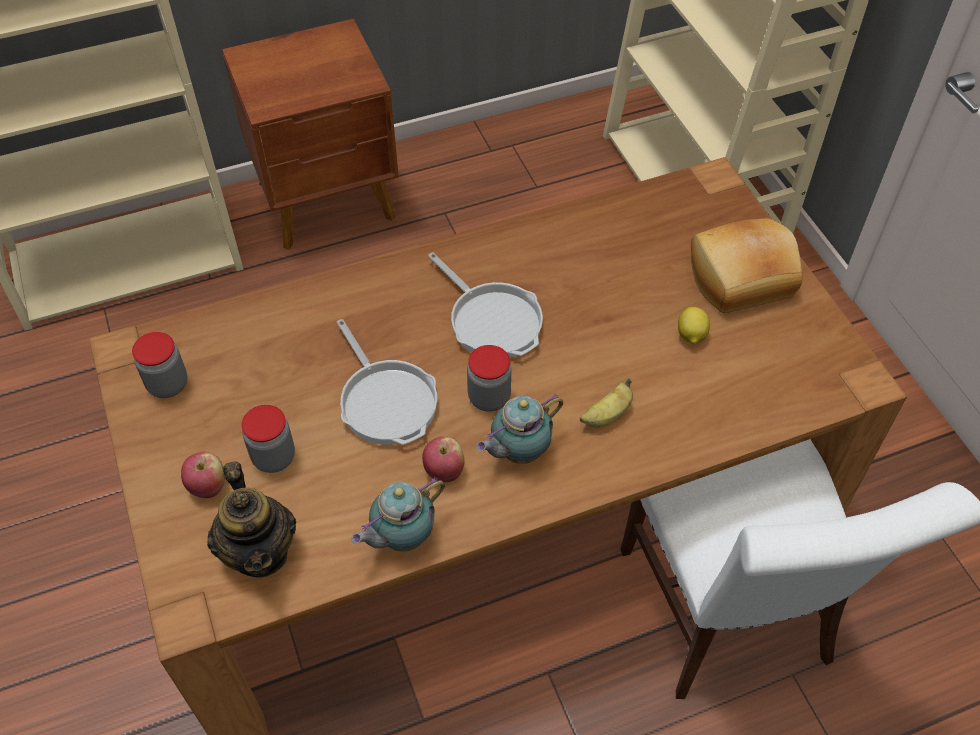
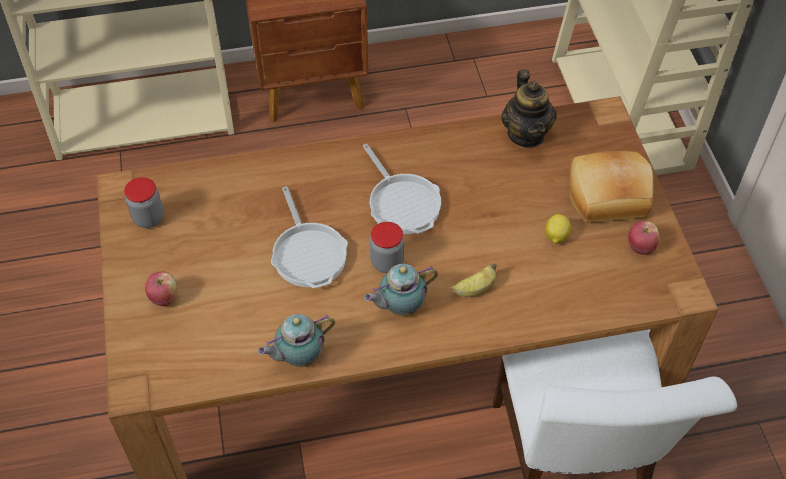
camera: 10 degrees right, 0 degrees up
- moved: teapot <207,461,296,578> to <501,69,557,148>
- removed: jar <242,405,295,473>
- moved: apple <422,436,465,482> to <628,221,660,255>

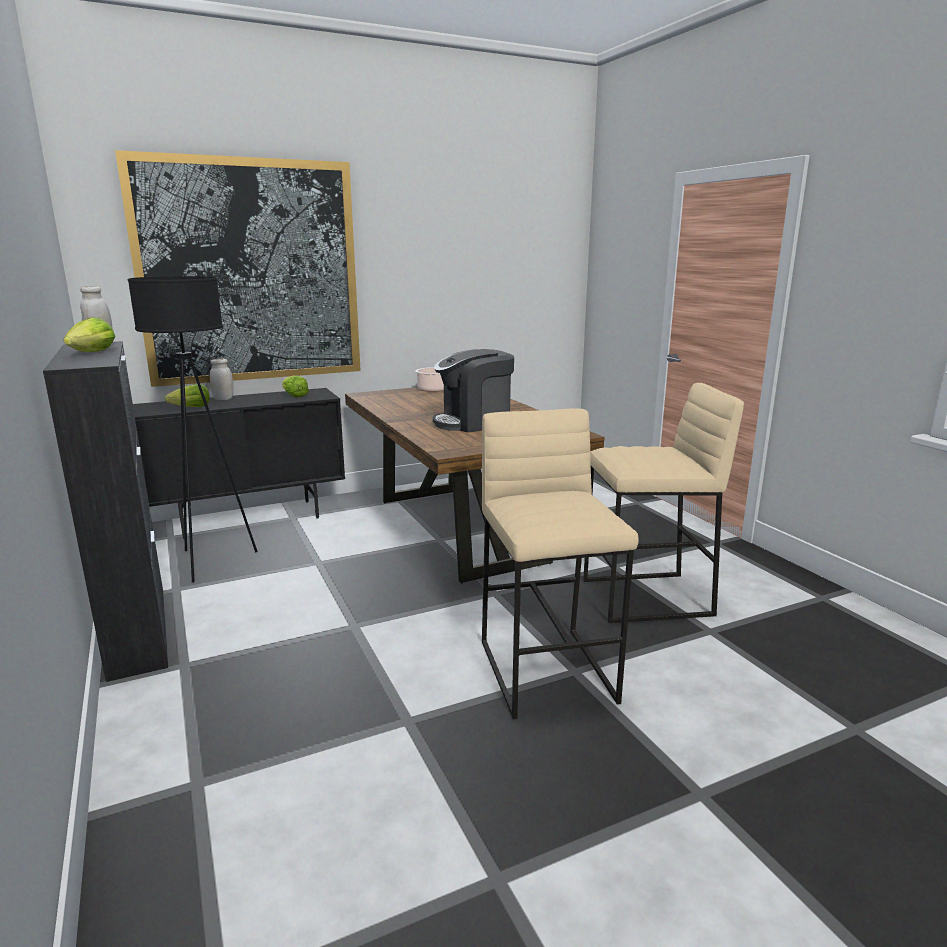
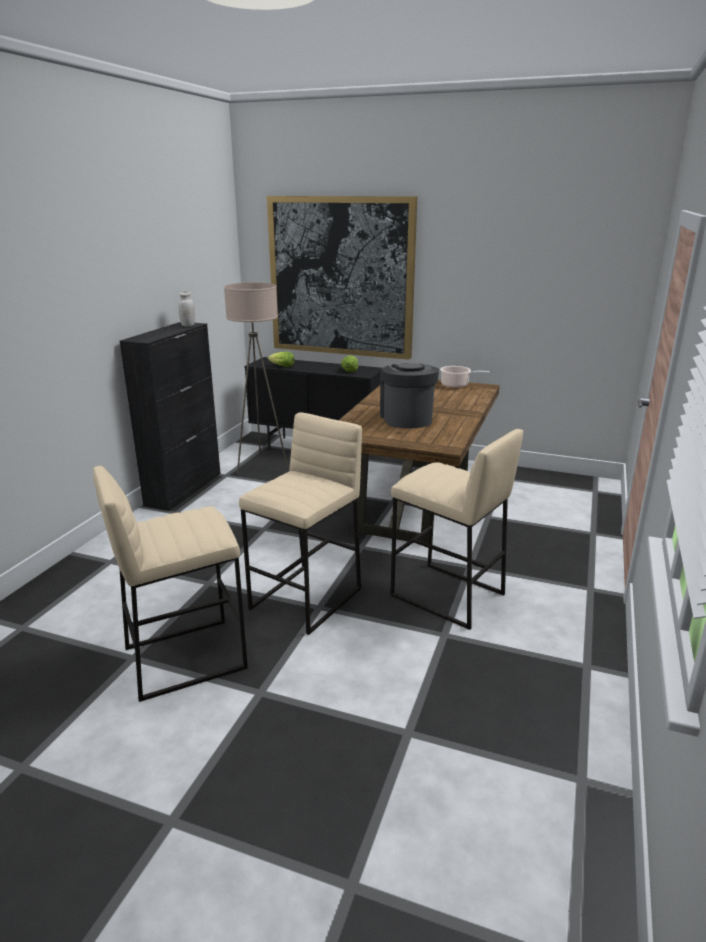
camera: 45 degrees right, 5 degrees up
- removed: lettuce <63,317,115,352>
- recoloured: floor lamp (black) <128,276,258,583> to floor lamp (beige) <224,283,289,475>
- removed: jar (white) <210,359,234,400>
- turned: coffee machine <433,349,514,432> = <380,363,439,428> 60 degrees clockwise
- added: stool (beige) <93,466,248,702>

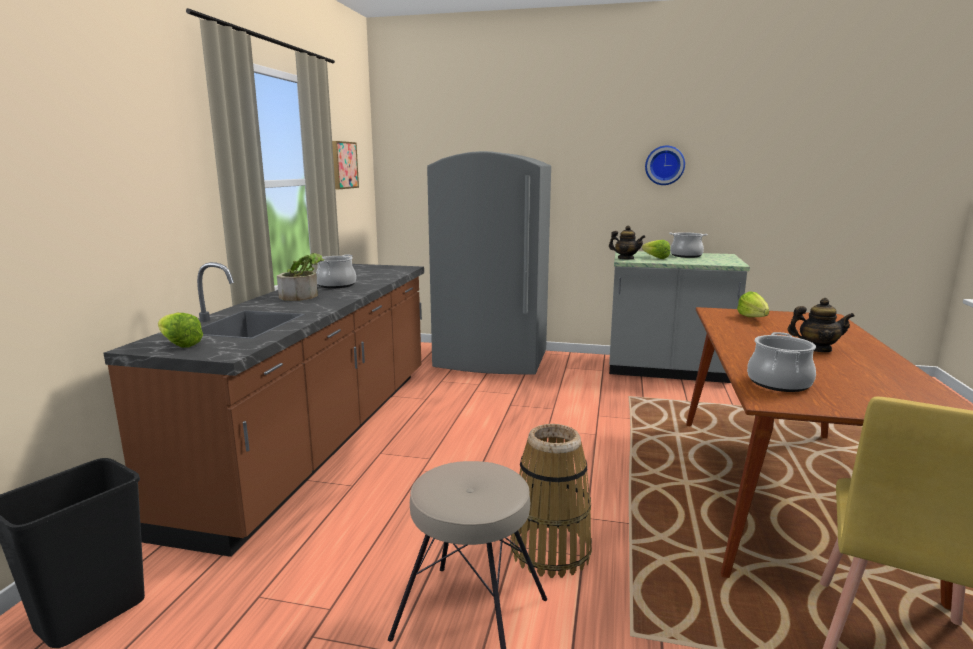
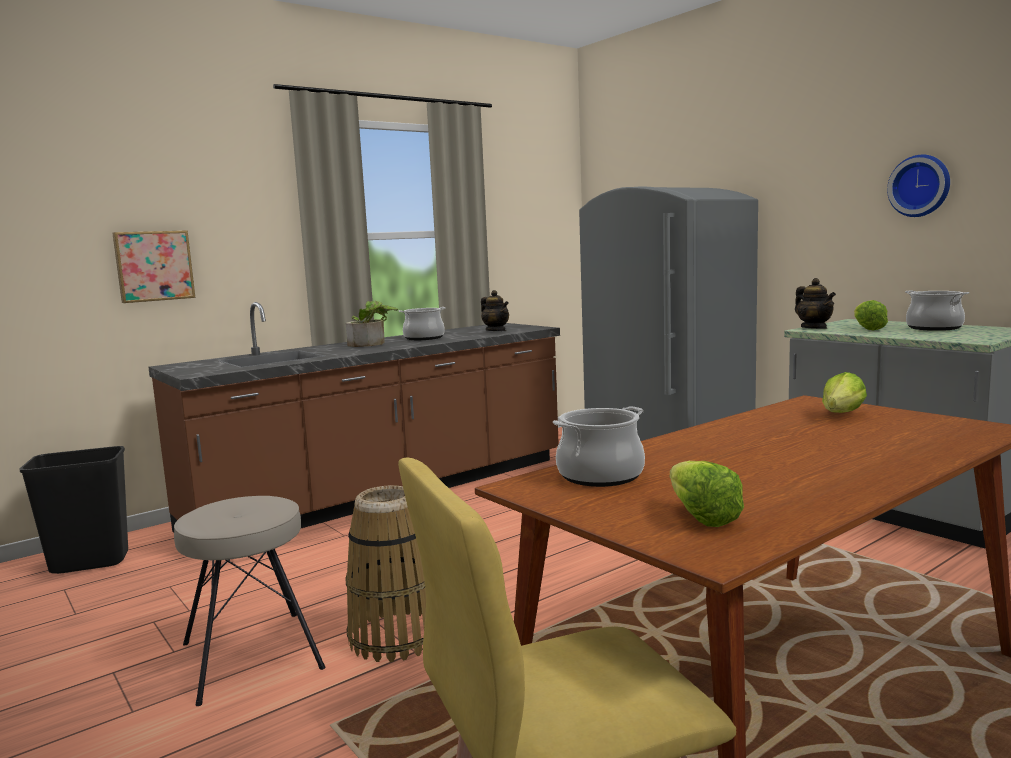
camera: 40 degrees right, 5 degrees down
- moved: lettuce <158,313,203,348> to <670,461,744,527>
- moved: picture <332,141,359,189> to <112,230,195,303>
- moved: teapot <787,298,855,352> to <481,290,509,331>

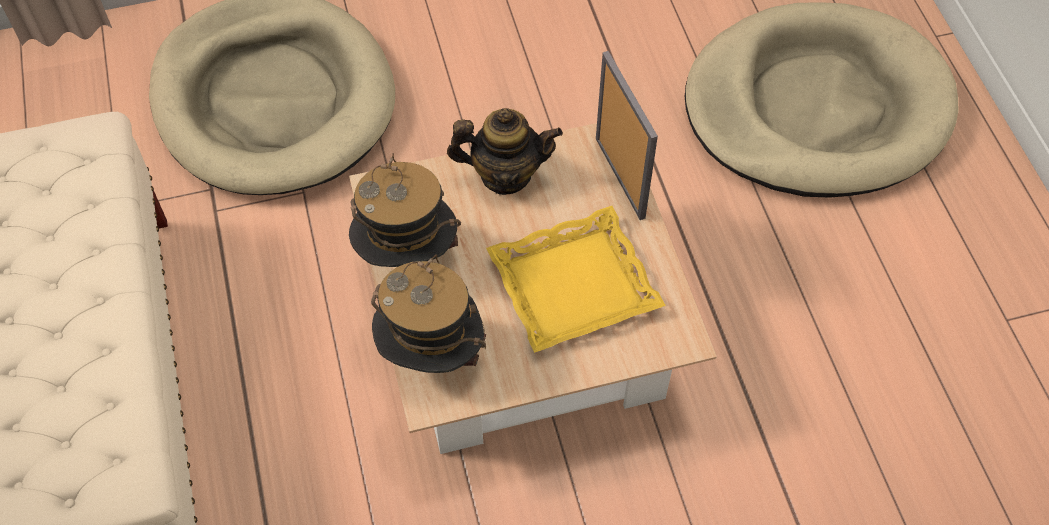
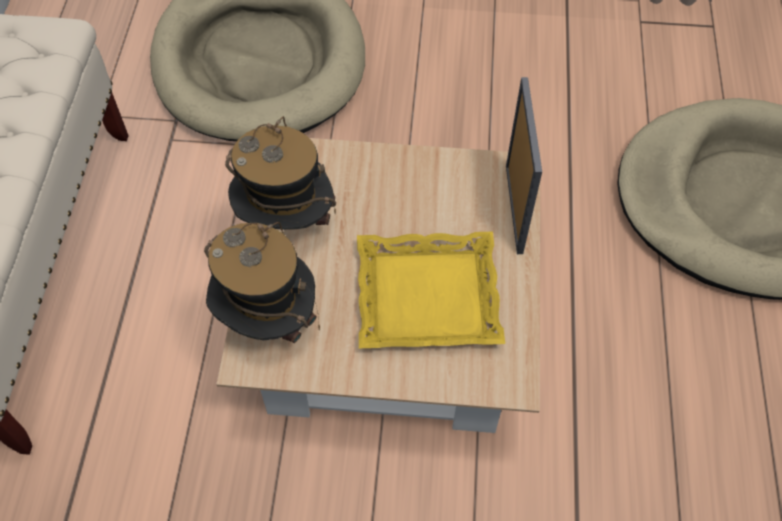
camera: 20 degrees right, 0 degrees up
- removed: teapot <447,108,563,195>

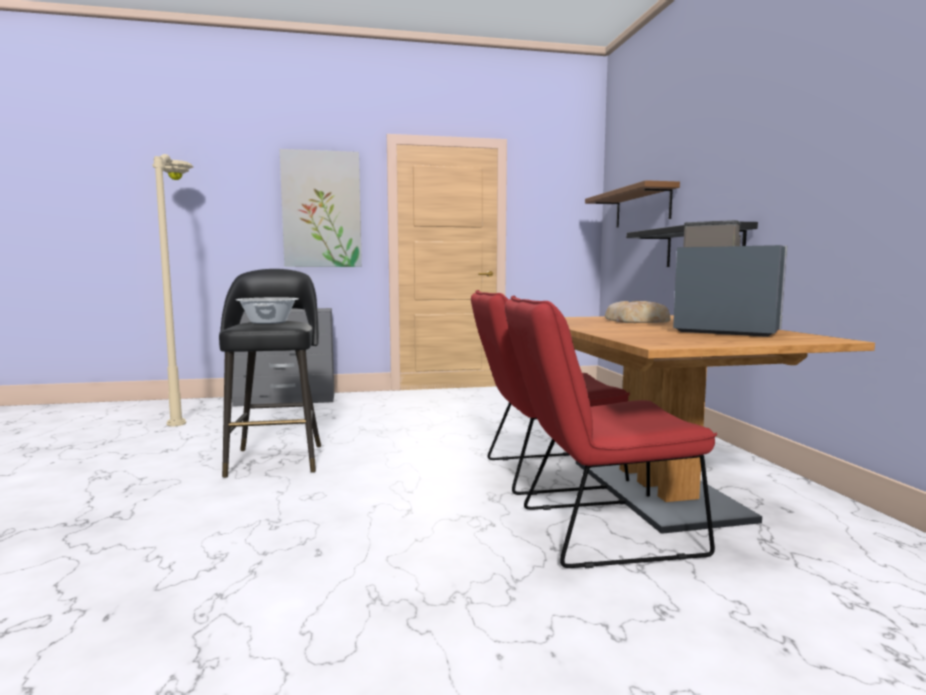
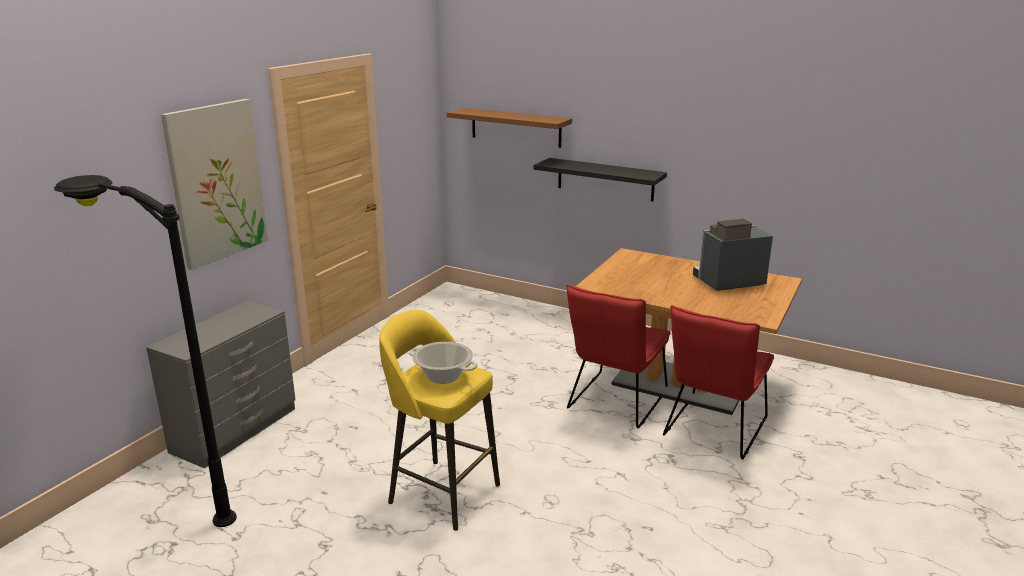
camera: 50 degrees left, 15 degrees up
- recoloured: floor lamp (beige) <152,154,193,427> to floor lamp (black) <54,175,237,527>
- recoloured: stool (black) <219,269,321,478> to stool (yellow) <379,310,500,531>
- removed: bread <605,301,671,323>

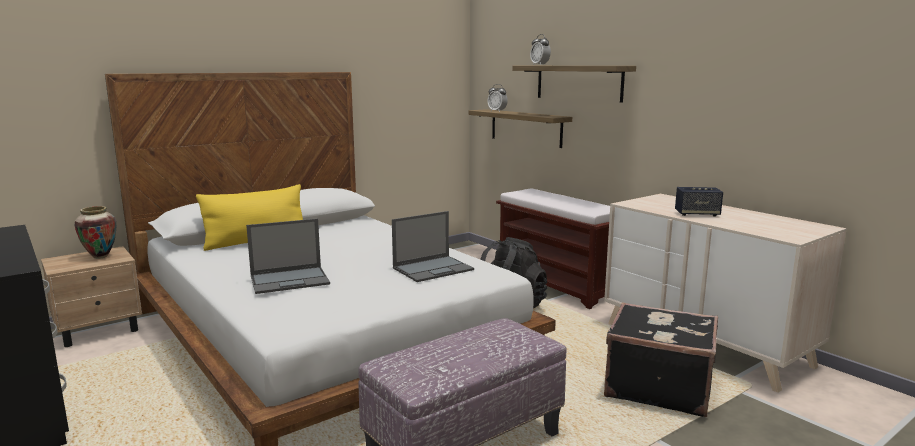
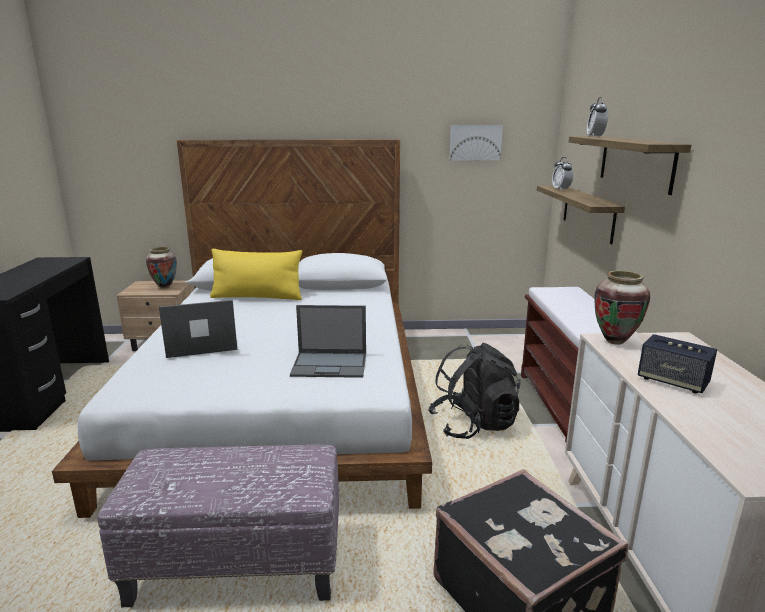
camera: 35 degrees right, 5 degrees up
- turned: laptop <246,219,330,294> = <159,300,237,358> 150 degrees clockwise
- added: picture <450,125,503,160>
- added: vase <594,271,650,345>

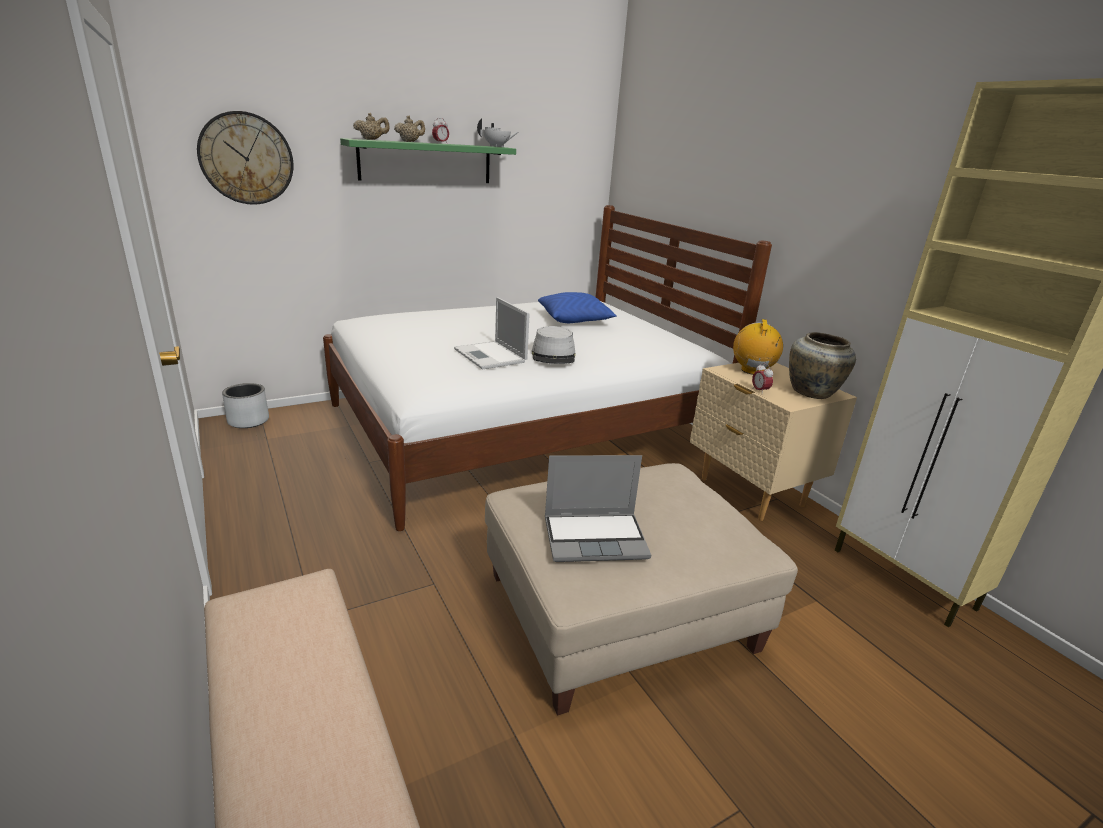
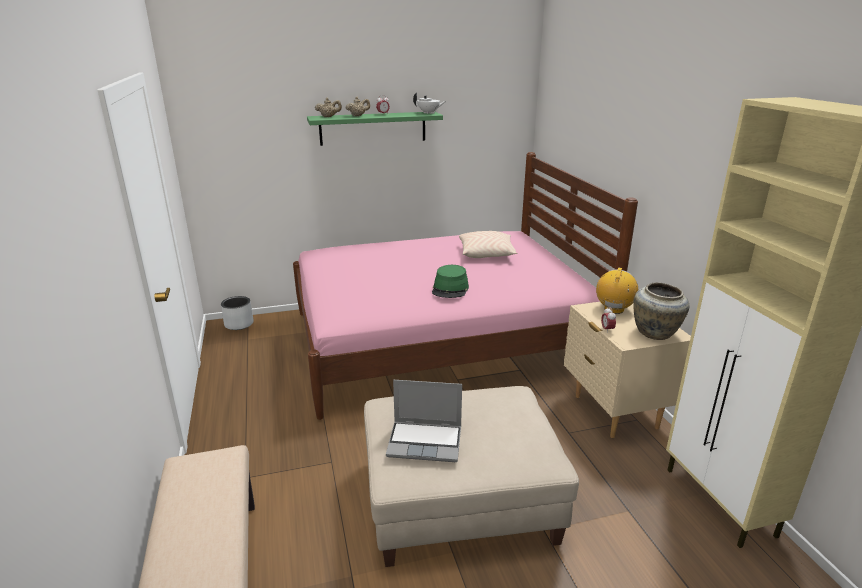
camera: 15 degrees right, 0 degrees up
- removed: wall clock <197,111,293,205>
- recoloured: bed (white) <323,205,772,531> to bed (pink) <293,152,638,420>
- removed: laptop <454,297,530,370>
- recoloured: hat (grey) <531,326,576,364> to hat (green) <432,265,469,298>
- recoloured: pillow (blue) <538,292,617,323> to pillow (beige) <459,231,517,258>

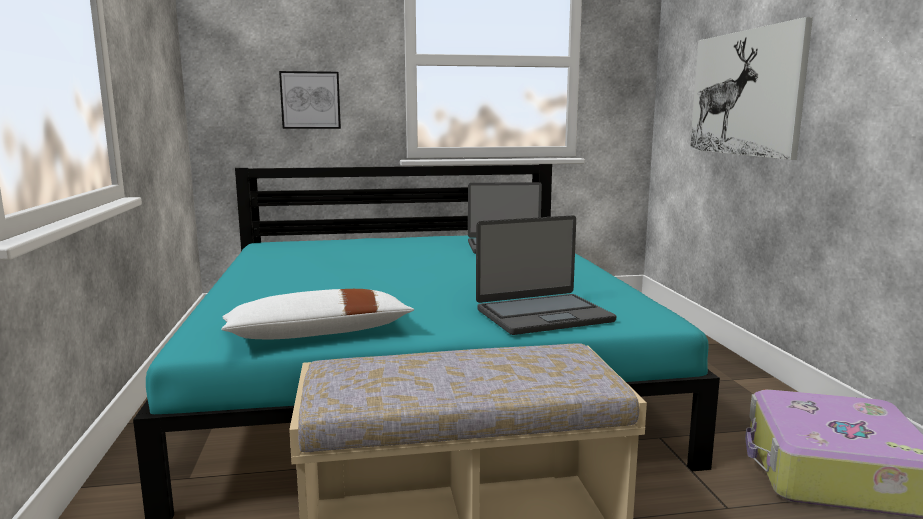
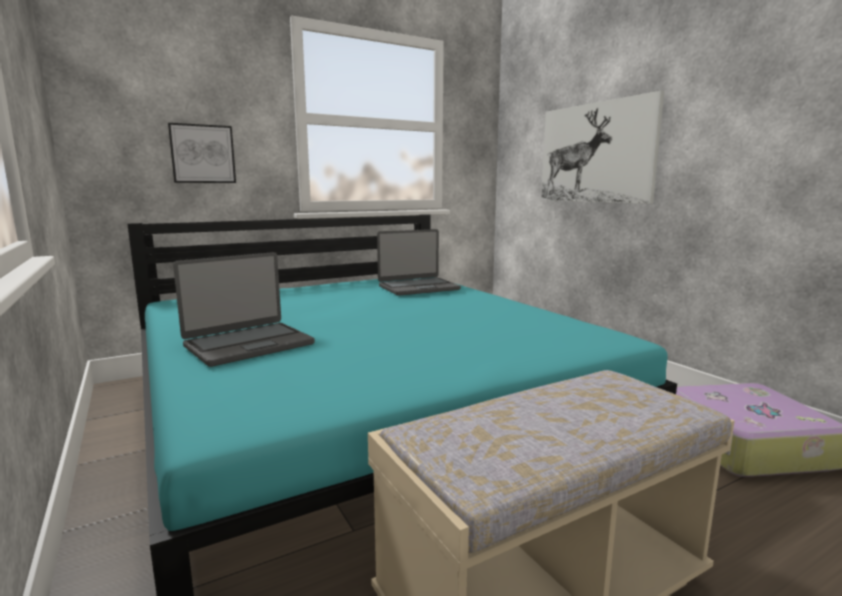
camera: 20 degrees left, 0 degrees up
- removed: pillow (white) <221,289,414,339>
- moved: laptop <476,215,616,335> to <173,252,315,367>

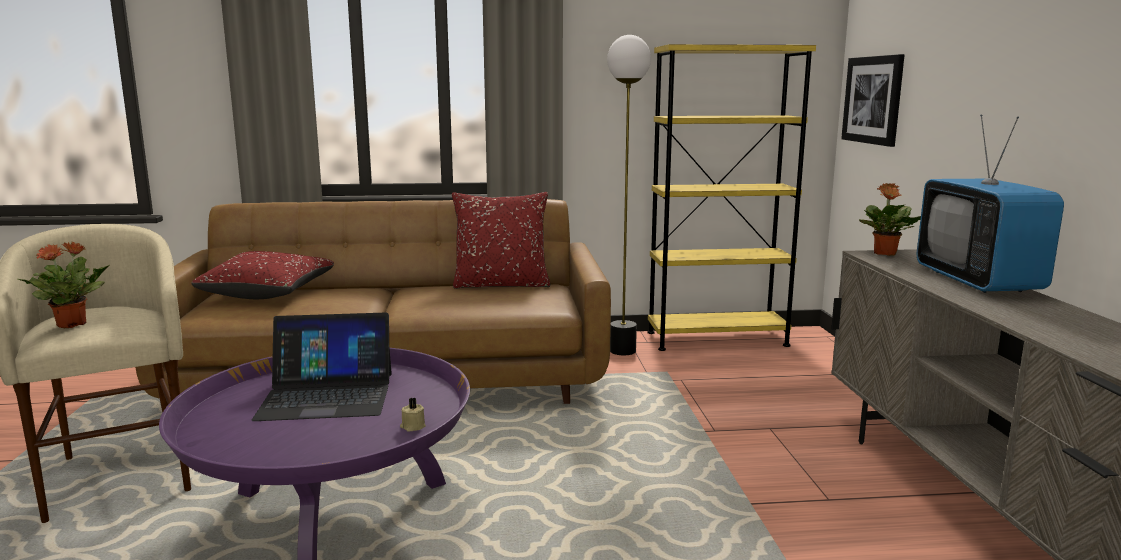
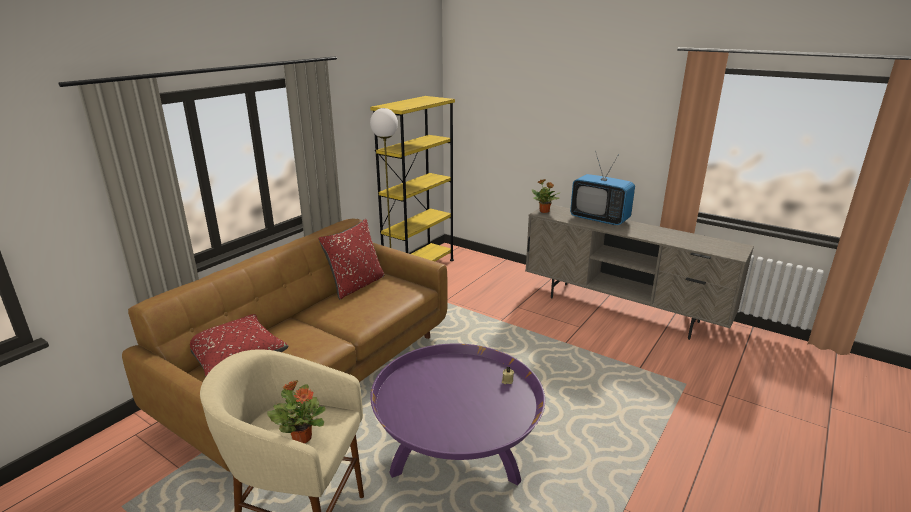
camera: 50 degrees left, 10 degrees up
- removed: laptop <252,312,392,421>
- removed: picture <841,54,905,147>

